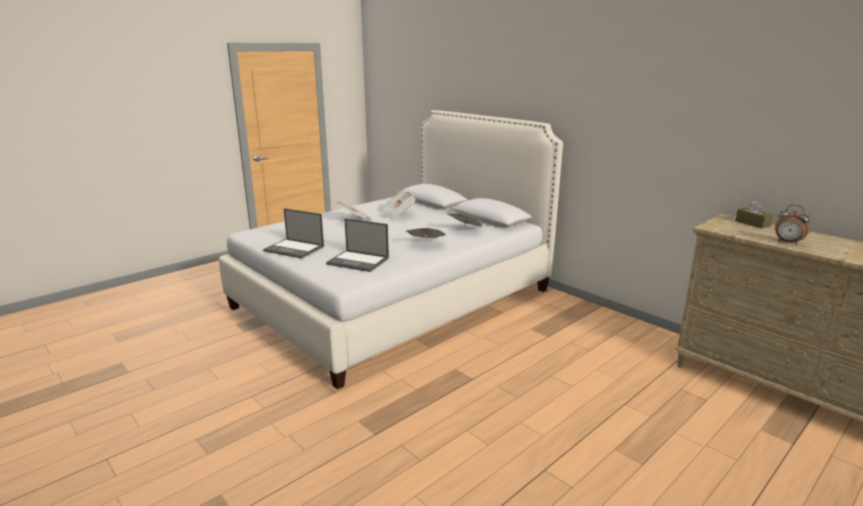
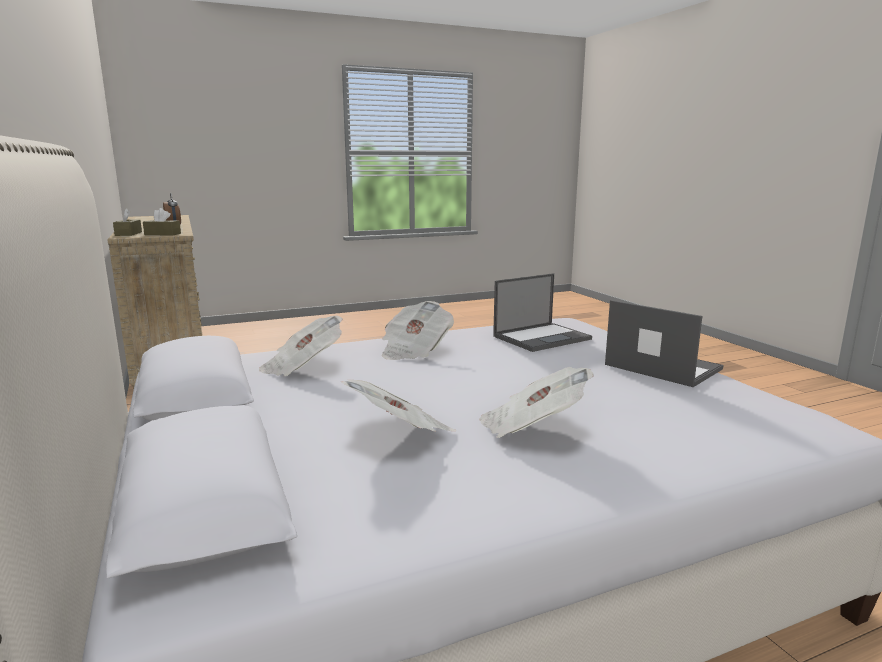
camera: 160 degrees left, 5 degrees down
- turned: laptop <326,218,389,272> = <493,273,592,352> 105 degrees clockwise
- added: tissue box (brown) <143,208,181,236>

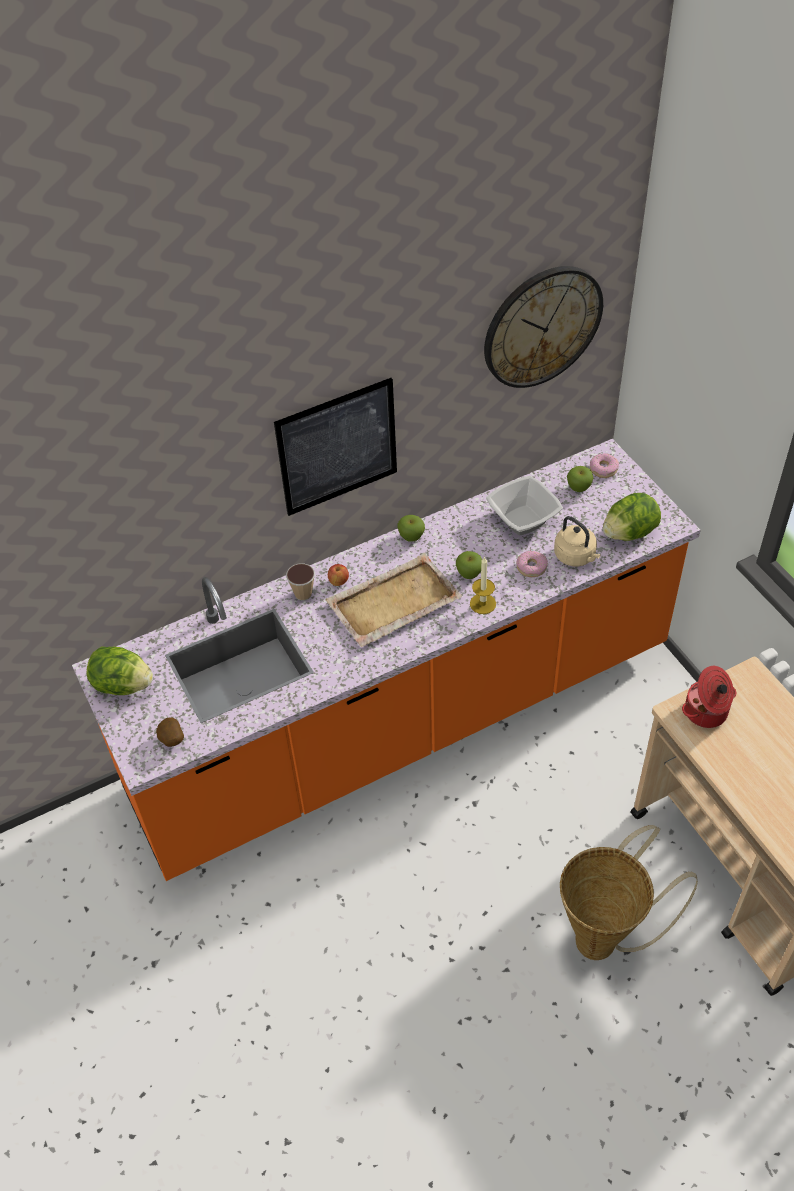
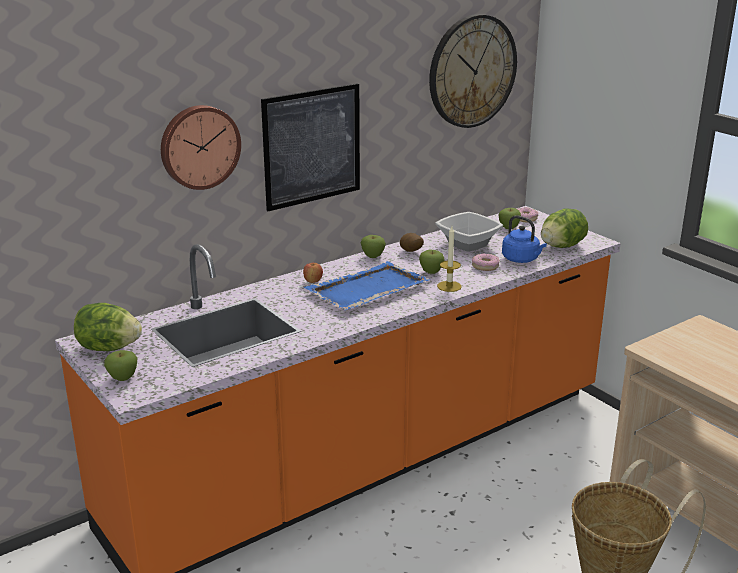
camera: 10 degrees left, 25 degrees down
- moved: potato <156,717,184,747> to <400,233,424,252>
- removed: cup <286,563,315,601>
- recoloured: tray (beige) <325,553,462,647> to tray (blue) <304,261,430,310>
- recoloured: kettle (beige) <554,516,601,566> to kettle (blue) <502,215,547,263>
- removed: cooking pot <682,666,736,728>
- added: apple <104,350,137,381>
- added: wall clock <161,105,241,190>

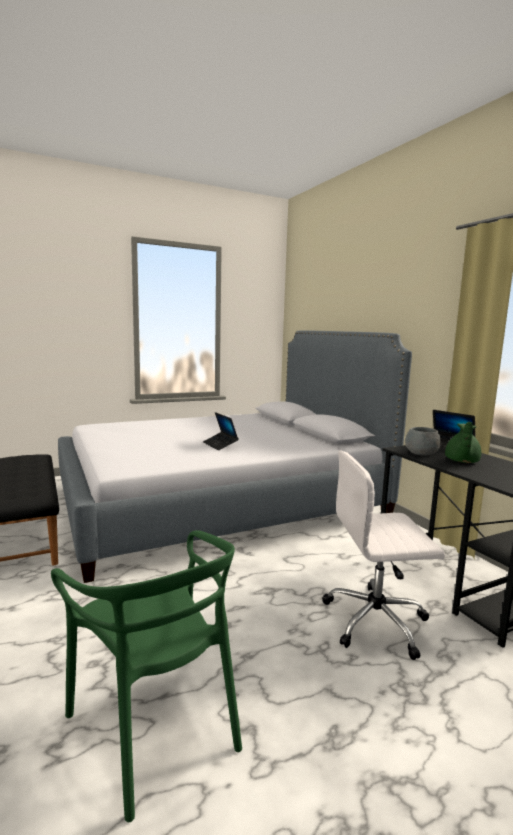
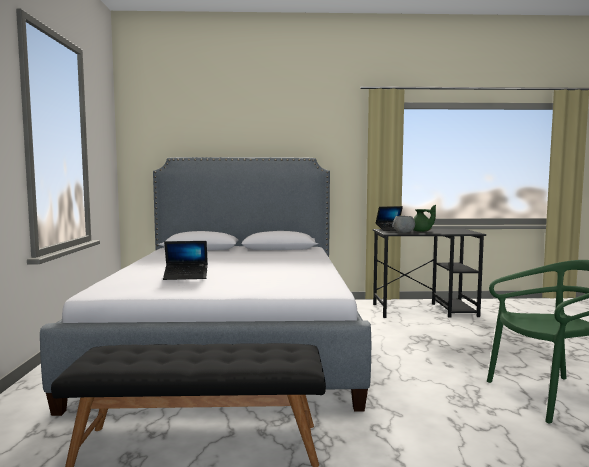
camera: 65 degrees left, 5 degrees down
- moved: laptop <203,412,239,450> to <163,241,208,280>
- removed: office chair (white) <322,450,445,660>

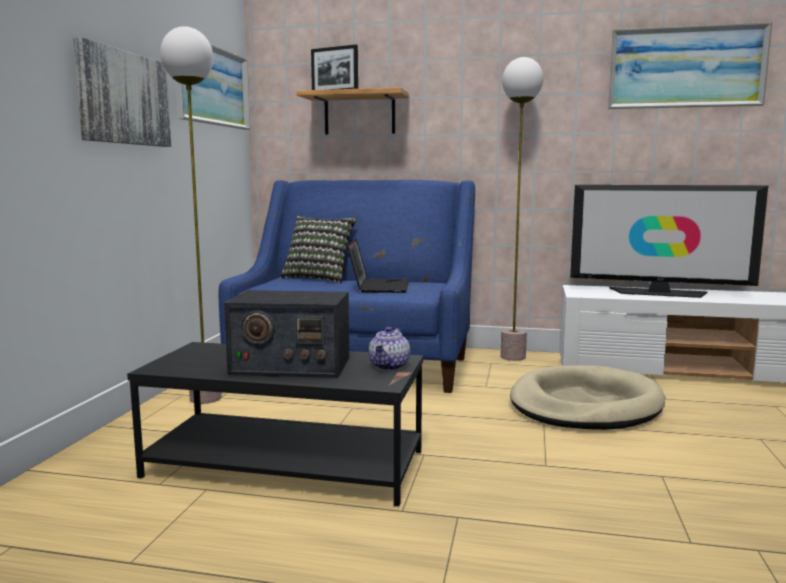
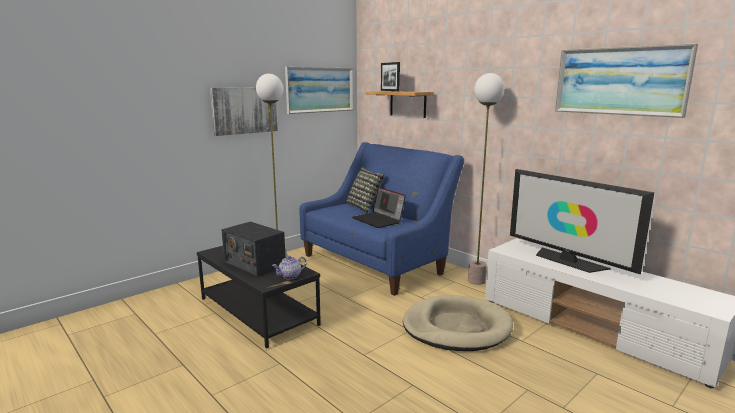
camera: 35 degrees right, 5 degrees up
- turned: laptop <347,239,409,293> = <352,187,406,228> 105 degrees clockwise

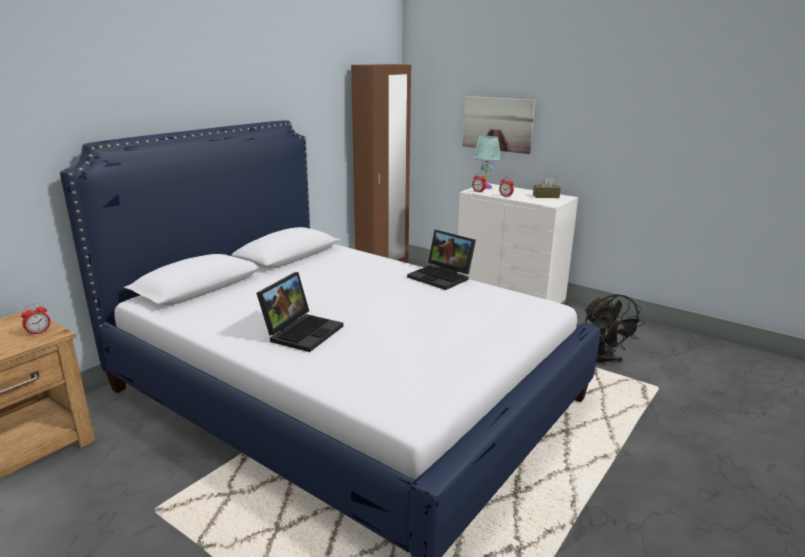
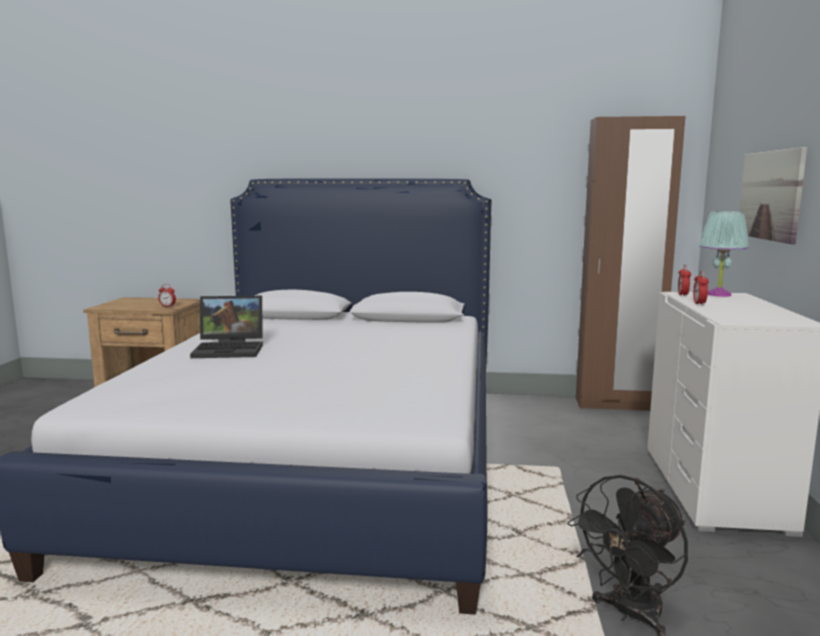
camera: 60 degrees right, 10 degrees down
- removed: laptop <407,230,476,290>
- removed: tissue box (brown) <533,176,561,198>

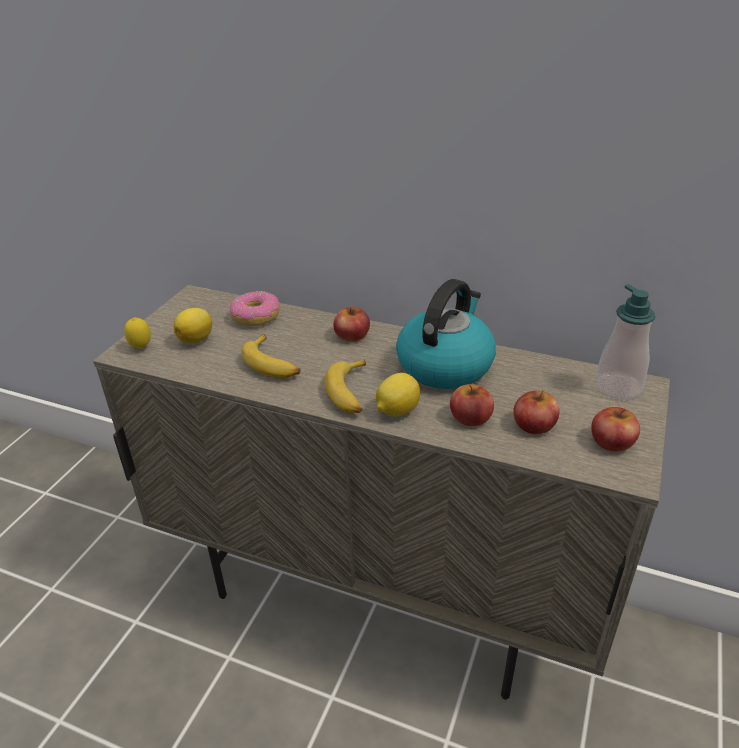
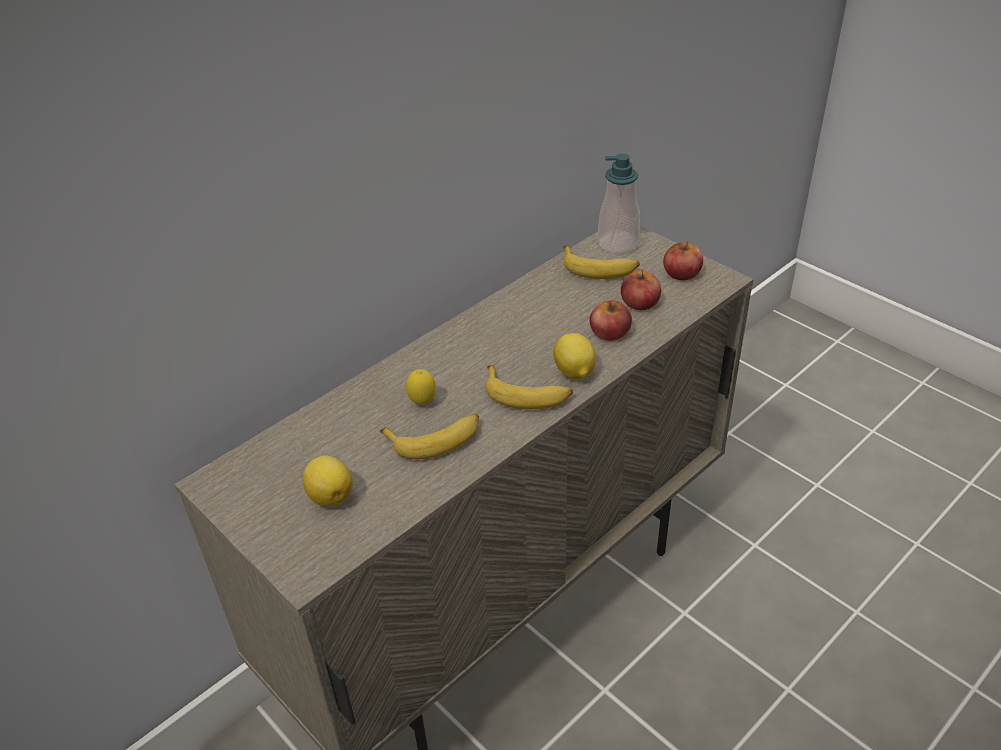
camera: 65 degrees left, 5 degrees up
- moved: lemon <124,317,151,348> to <406,369,436,404>
- removed: donut <230,291,280,326>
- removed: apple <333,307,370,342>
- removed: kettle <396,279,496,389>
- added: banana <563,246,640,279>

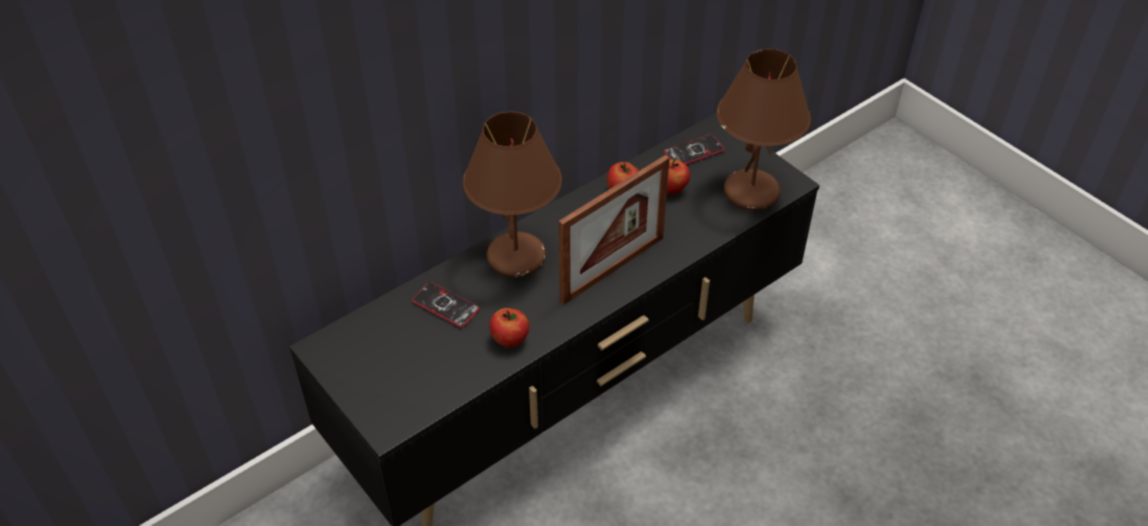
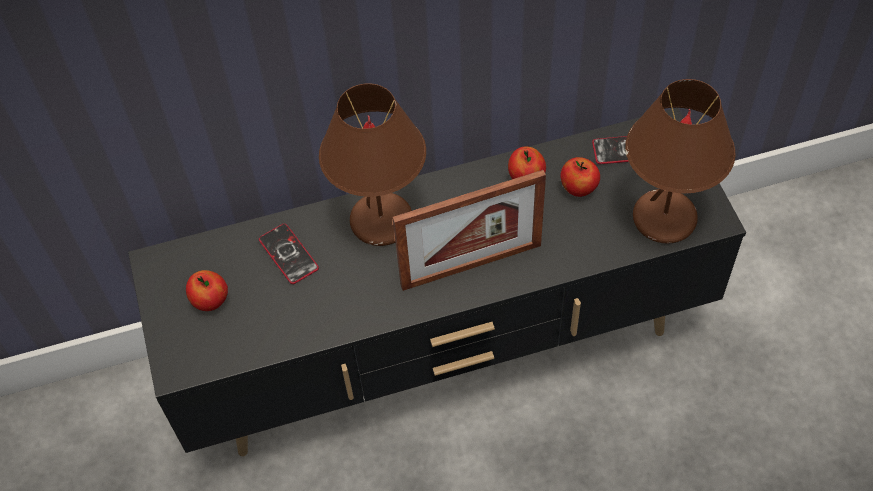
camera: 25 degrees right, 10 degrees up
- moved: apple <489,308,530,348> to <186,270,228,311>

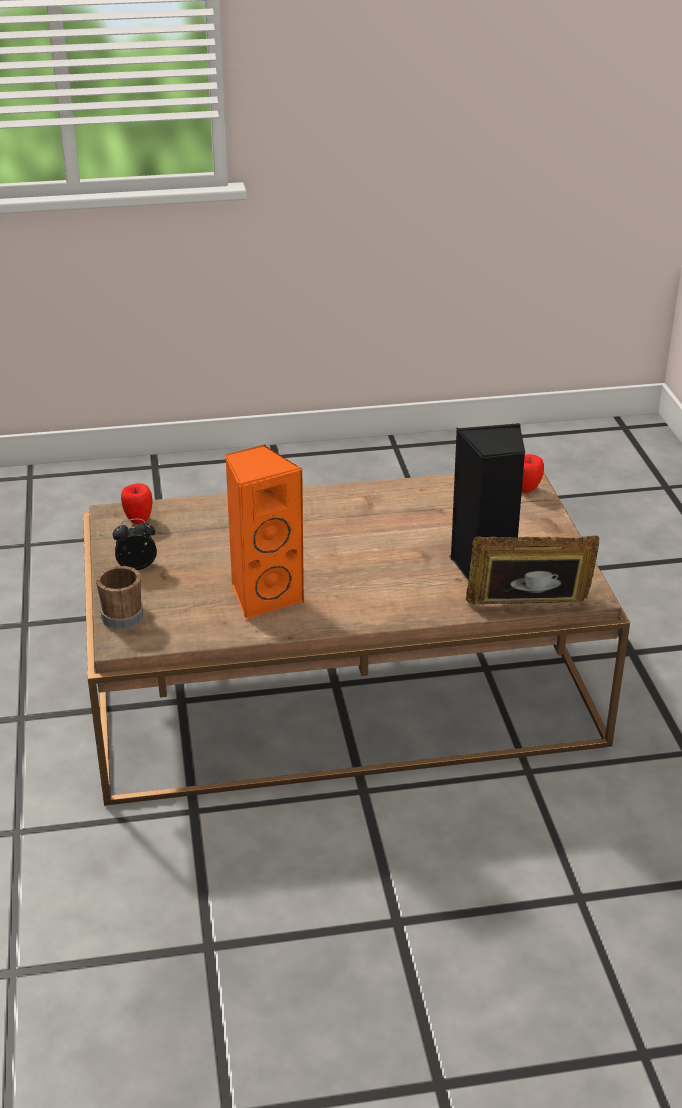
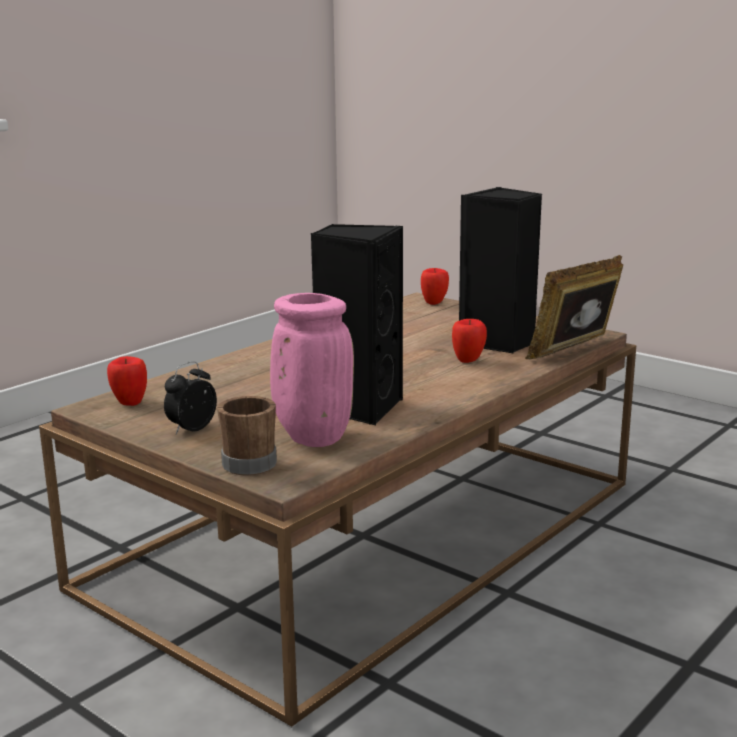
camera: 40 degrees left, 15 degrees down
- recoloured: speaker (orange) <225,444,305,619> to speaker (black) <310,224,403,425>
- added: vase (pink) <270,293,354,447>
- added: apple <452,319,487,363>

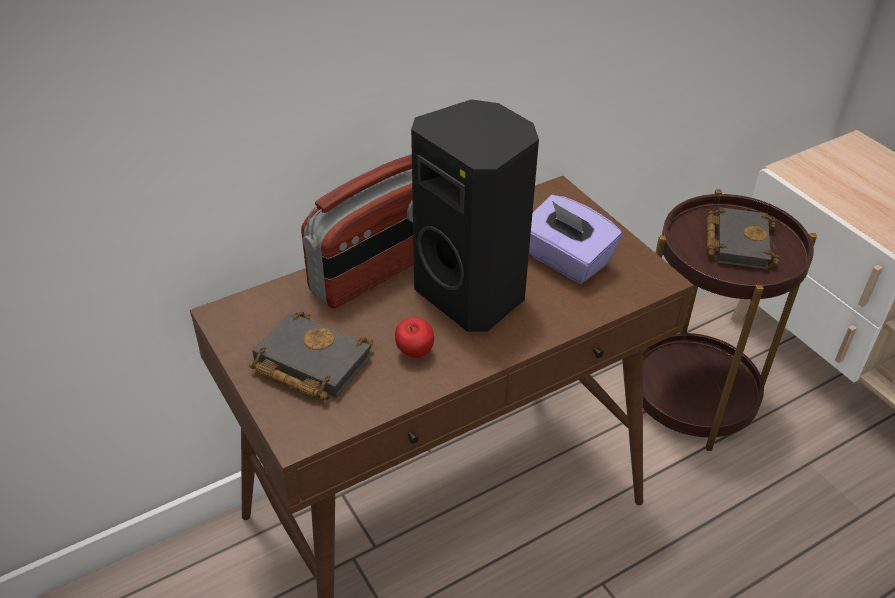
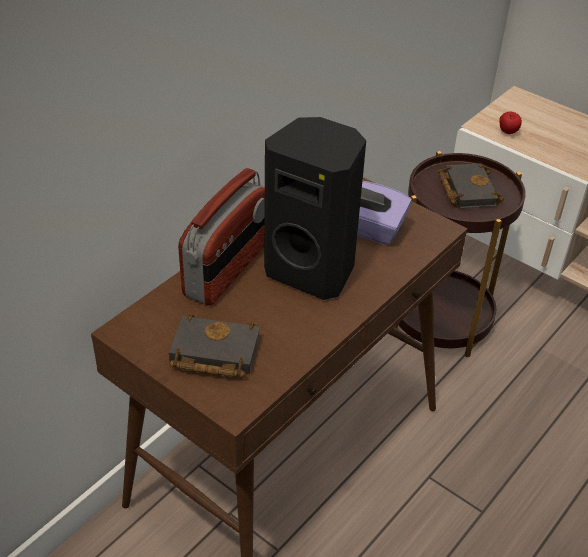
camera: 20 degrees left, 0 degrees up
- moved: apple <395,317,434,358> to <499,111,522,134>

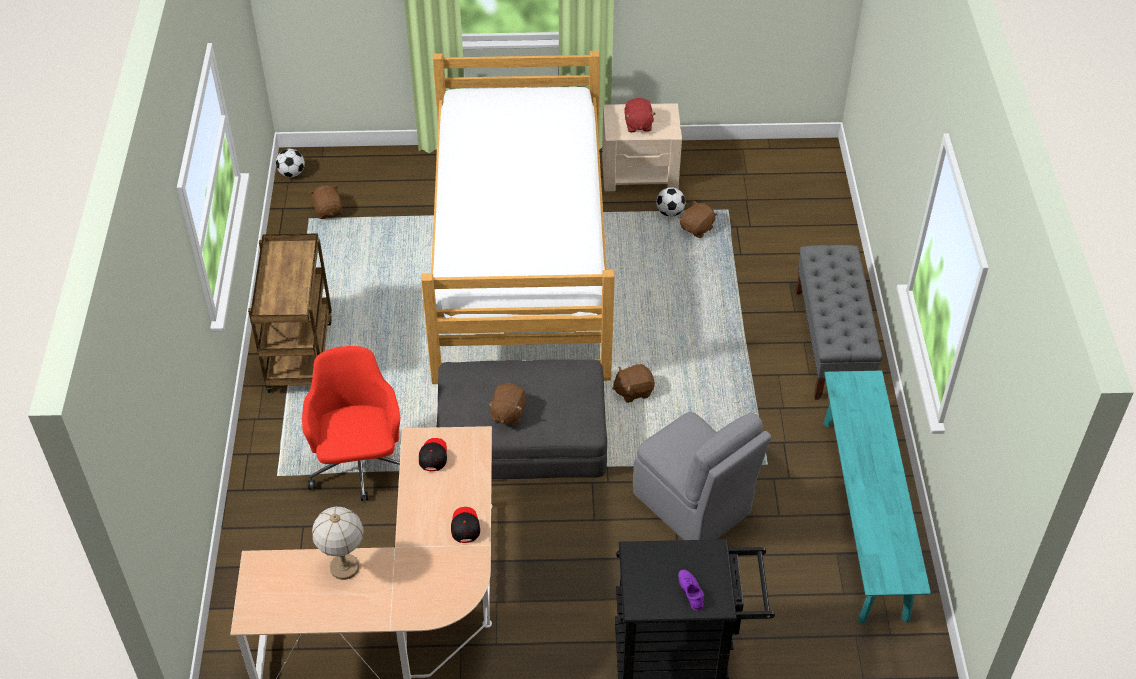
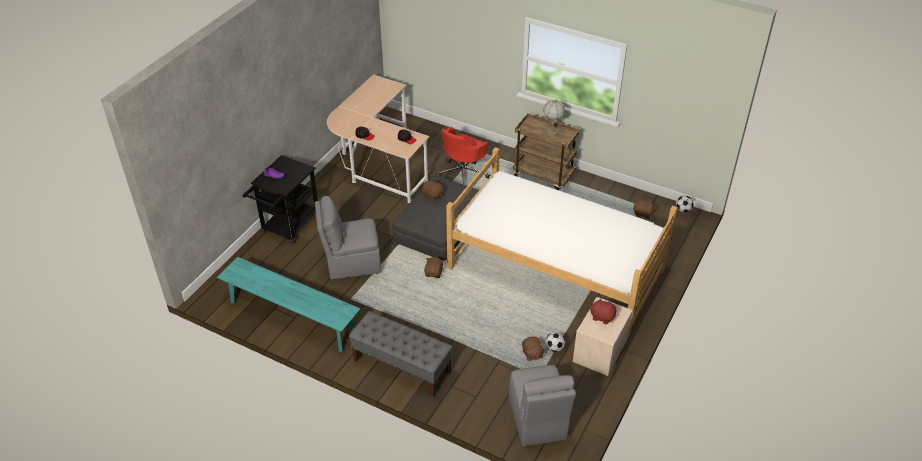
camera: 120 degrees right, 5 degrees down
- turned: office chair (red) <302,346,400,501> = <436,127,490,185> 105 degrees clockwise
- moved: table lamp <312,506,364,580> to <543,100,565,136>
- added: chair (grey) <509,365,576,446>

